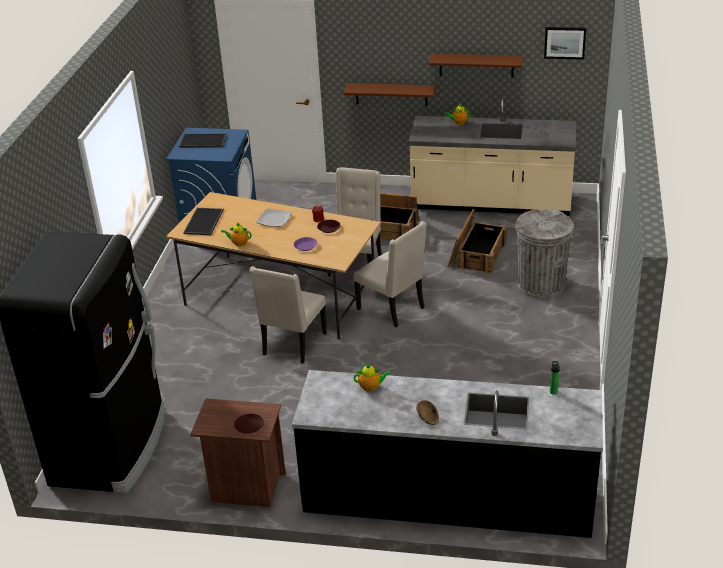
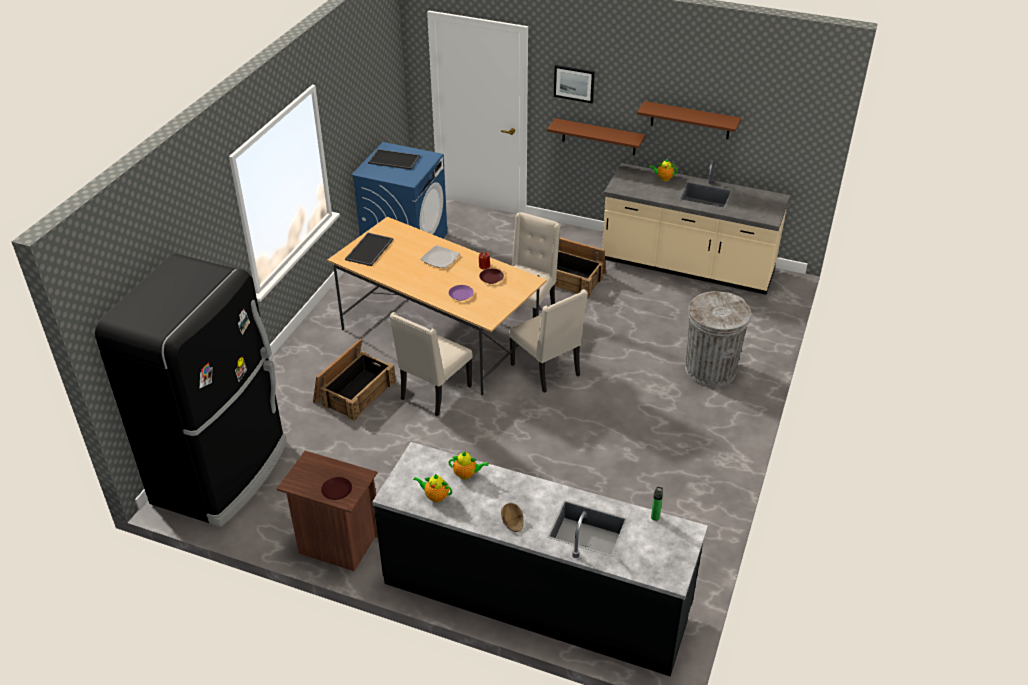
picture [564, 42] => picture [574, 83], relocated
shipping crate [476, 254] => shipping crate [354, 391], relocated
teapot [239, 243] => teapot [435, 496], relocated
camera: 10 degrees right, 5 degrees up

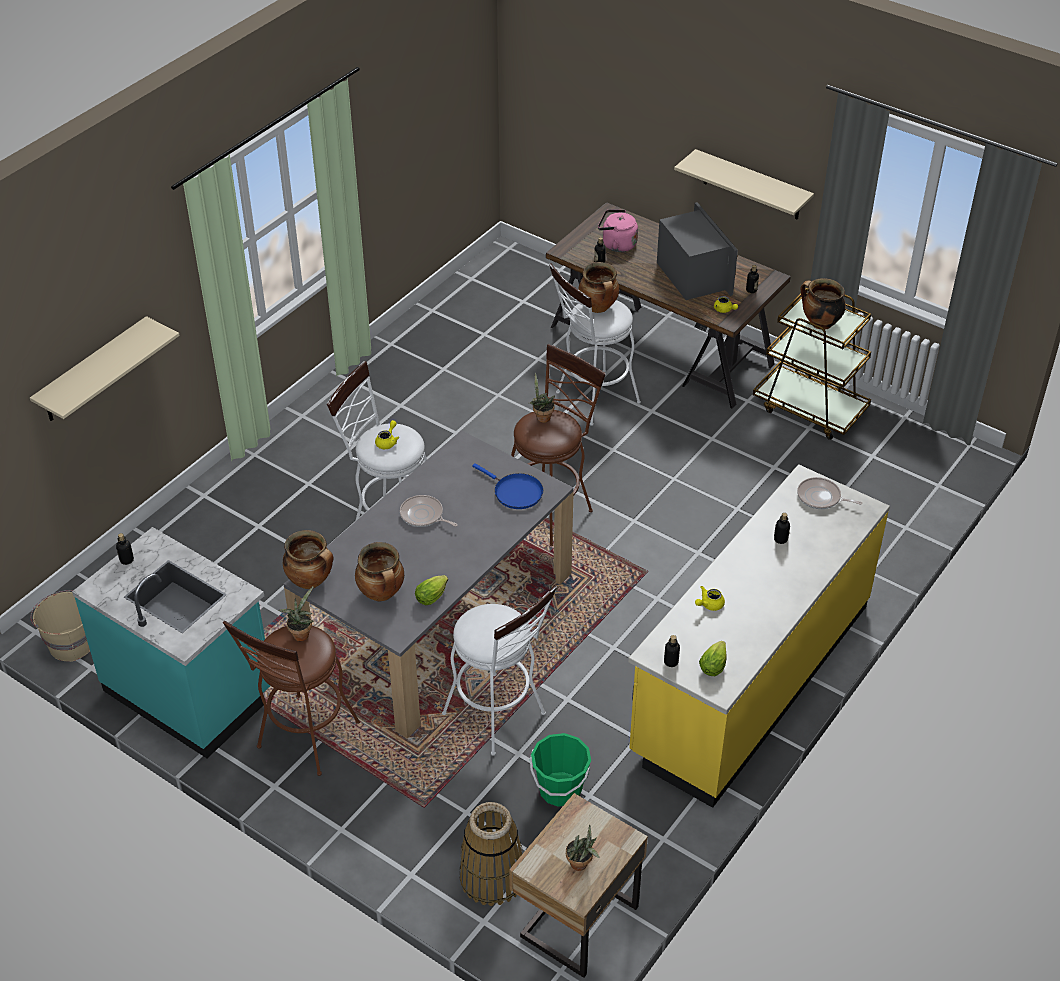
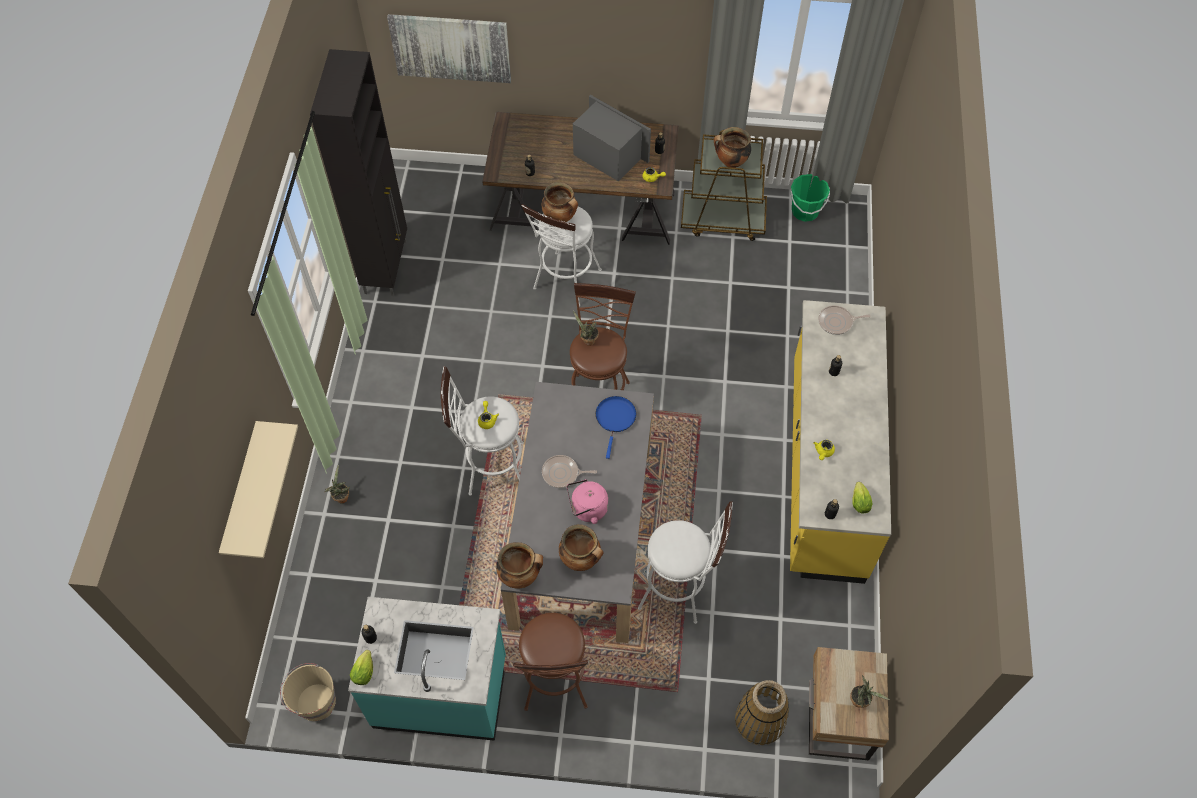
beige-coloured shelf [752, 185] => nothing
pink-coloured tea kettle [616, 244] => pink-coloured tea kettle [587, 509], relocated
bluish frying pan [515, 492] => bluish frying pan [615, 419], 90 degrees counterclockwise
lettuce head [433, 596] => lettuce head [364, 670], relocated
plant in a pot [301, 633] => plant in a pot [341, 497], relocated
green bucket [560, 789] => green bucket [805, 211], relocated
nothing => picture [451, 47]
nothing => black-coloured storage cabinet [386, 266]
camera: 30 degrees left, 15 degrees up

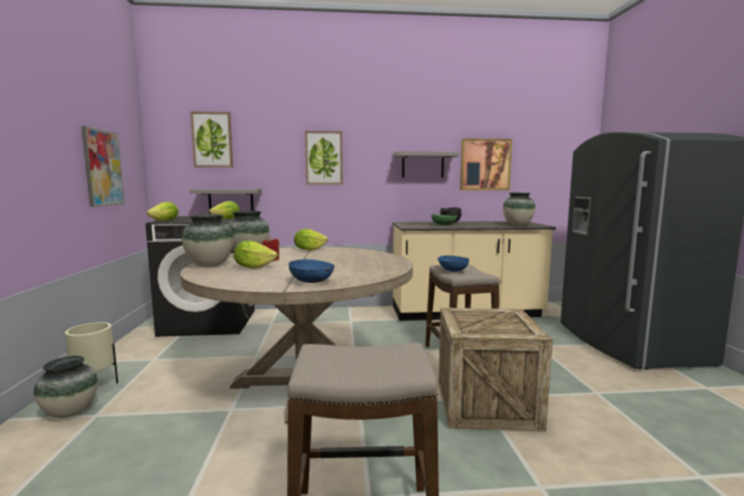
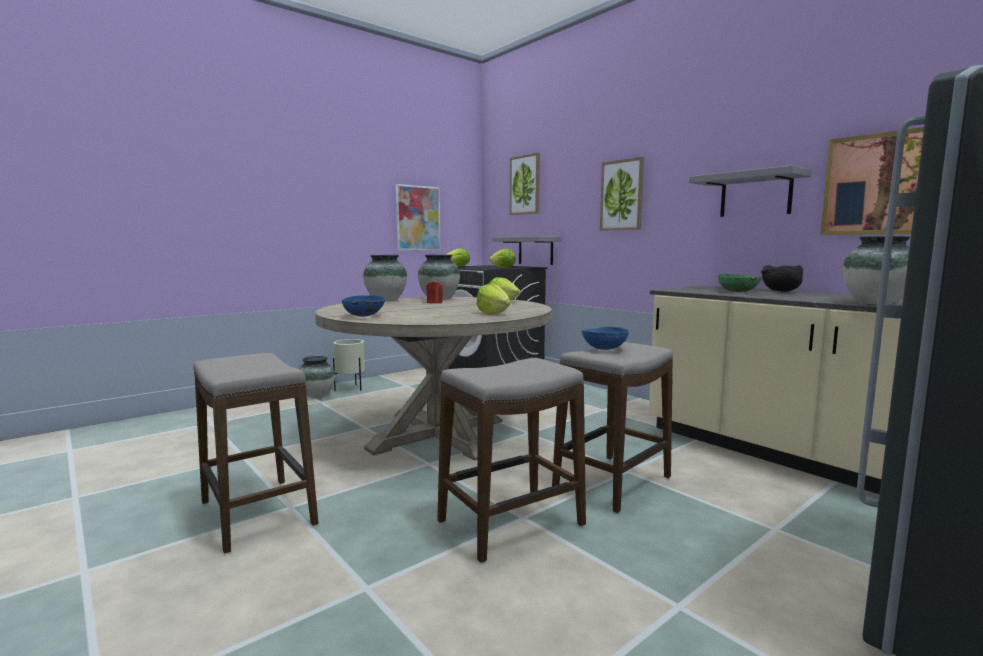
lettuce head [253, 267] => lettuce head [493, 313], relocated
shipping crate [486, 404] => sitting stool [511, 523]
camera: 55 degrees right, 0 degrees up

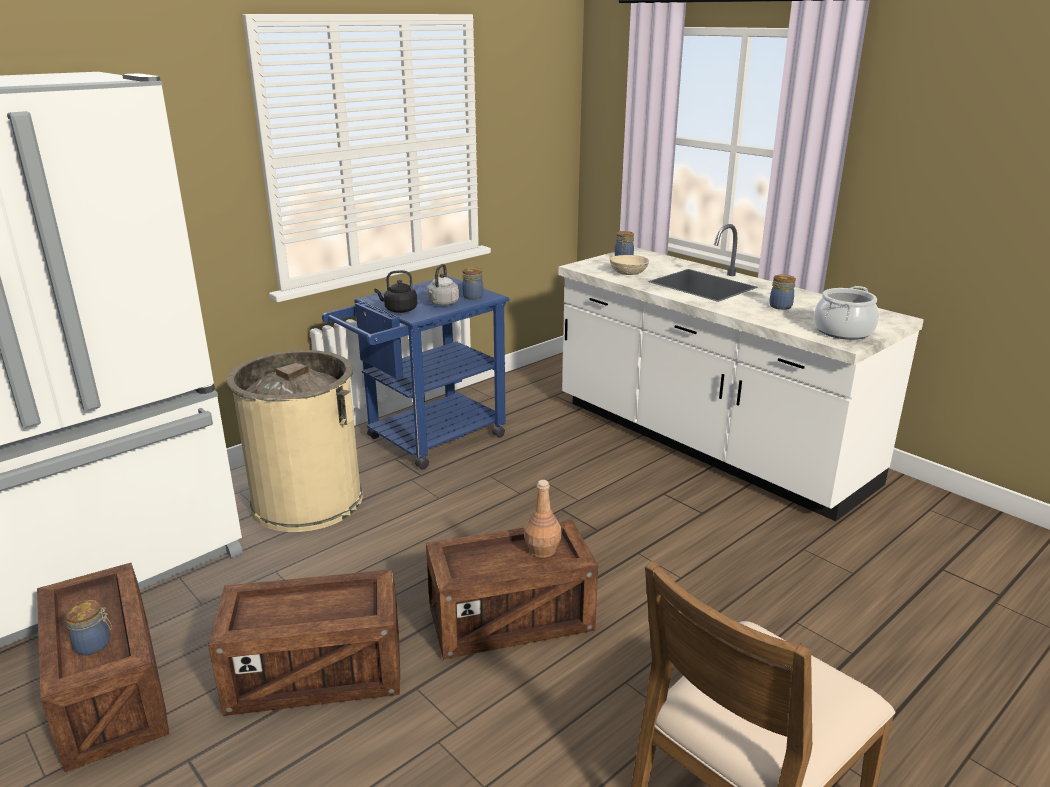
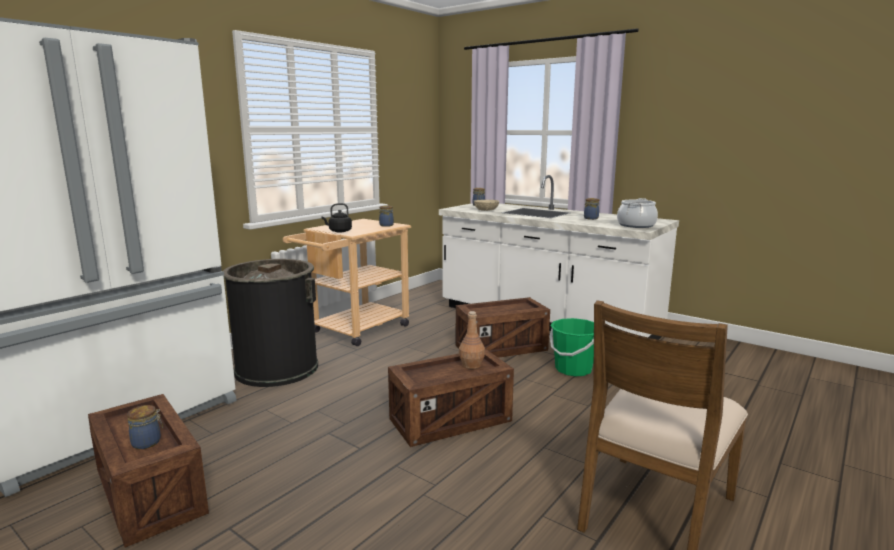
grey tea kettle [442, 304] => nothing
bluish trolley [426, 440] => beige-coloured trolley [354, 331]
beige-coloured trash can [307, 500] => black-coloured trash can [277, 368]
shipping crate [315, 674] => shipping crate [501, 348], relocated
nothing => green bucket [573, 369]
camera: 10 degrees left, 10 degrees down

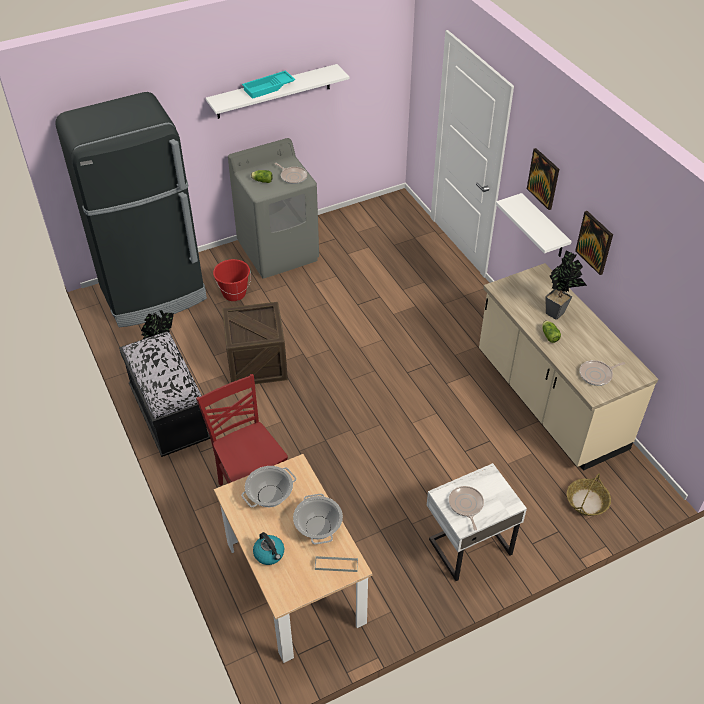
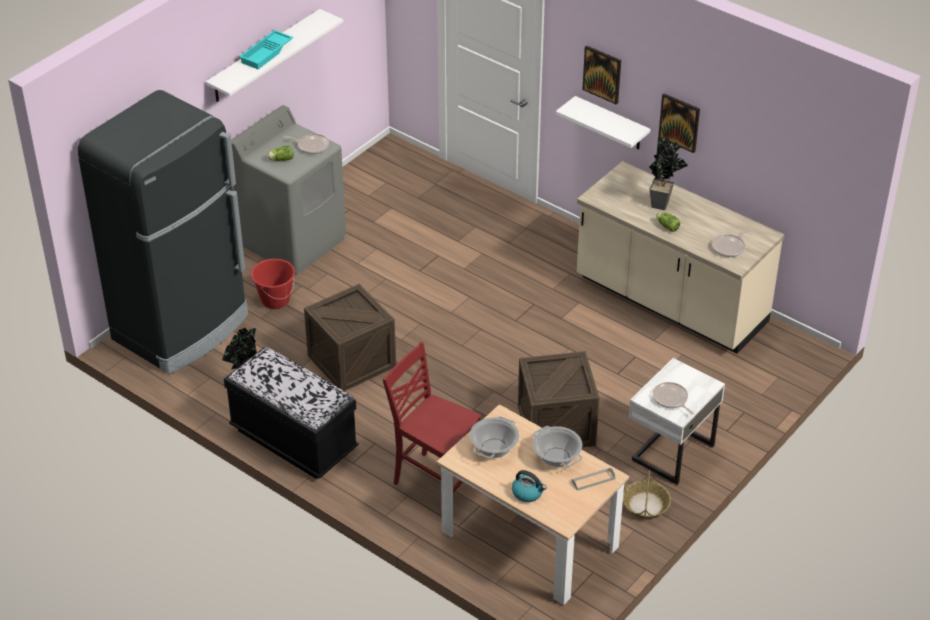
basket [587, 502] => basket [646, 505], relocated
nothing => shipping crate [556, 425]
camera: 25 degrees left, 5 degrees down

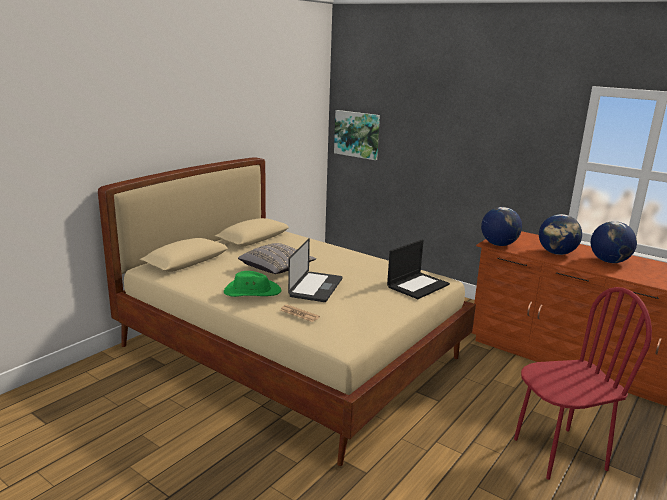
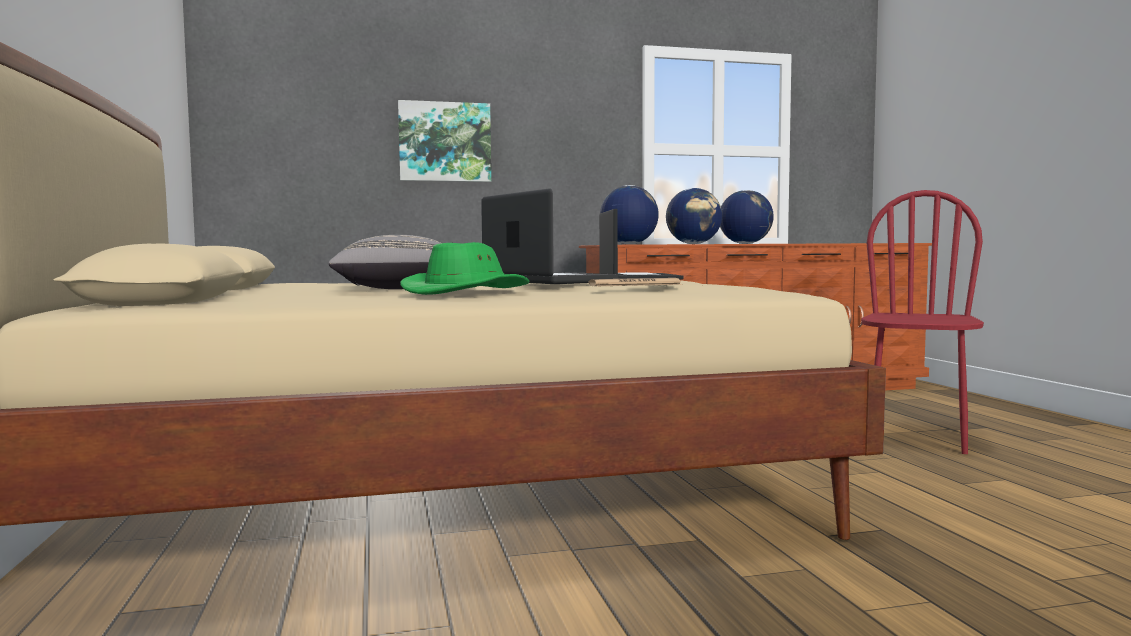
picture [357, 134] => picture [445, 142], relocated
camera: 50 degrees left, 15 degrees down

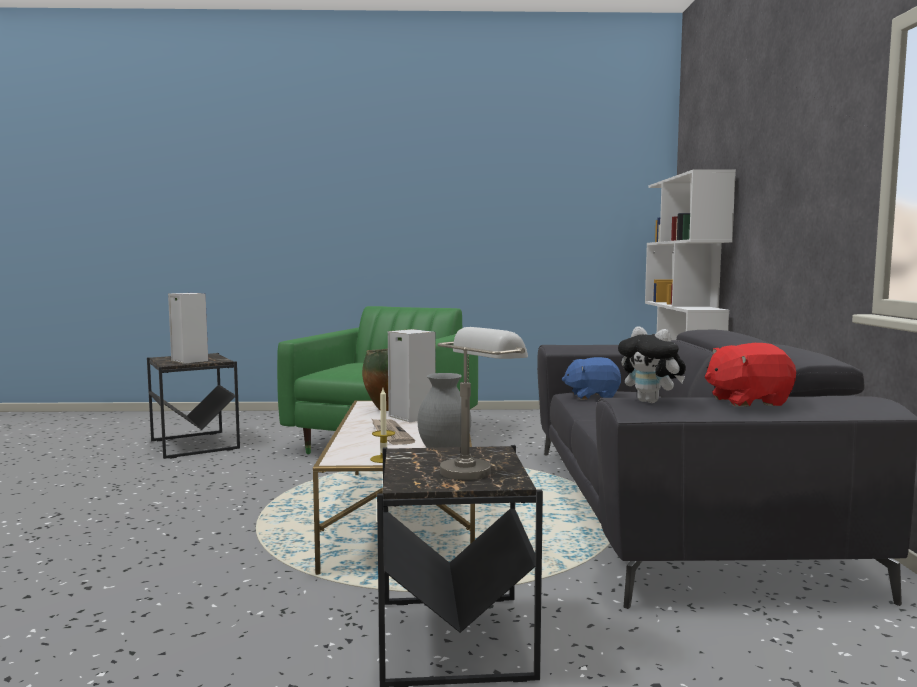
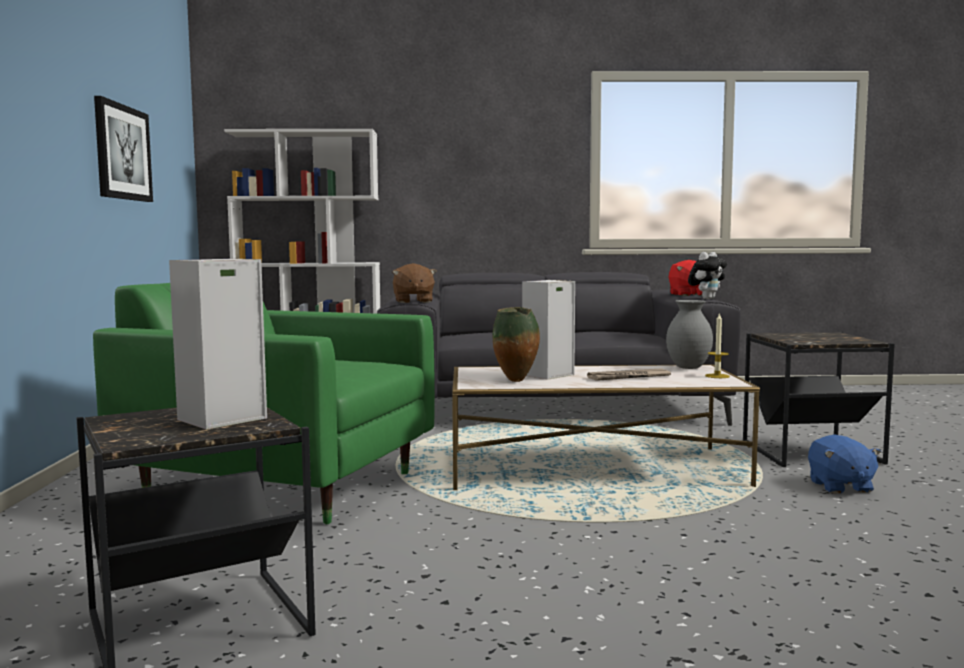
grey lamp for a table [477, 468] => nothing
bluish cuddly toy [592, 396] => bluish cuddly toy [840, 486], relocated
nothing => picture [122, 152]
nothing => brownish cuddly toy [413, 301]
camera: 90 degrees left, 0 degrees up

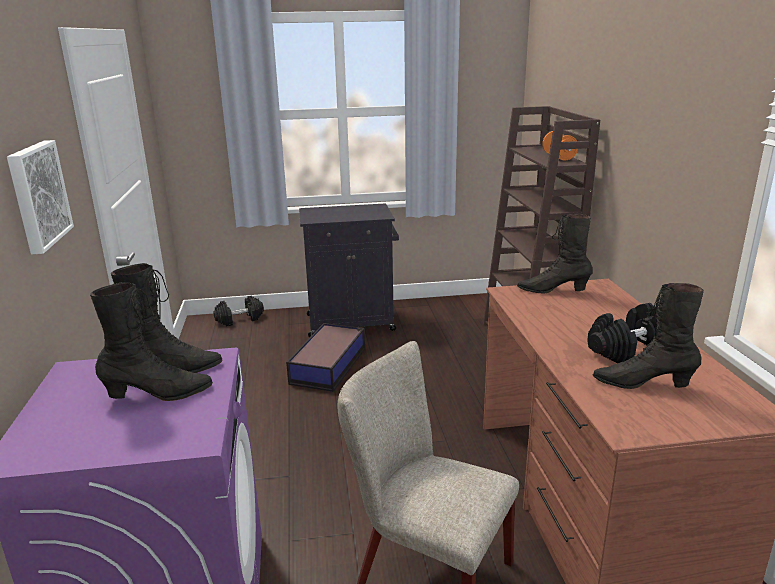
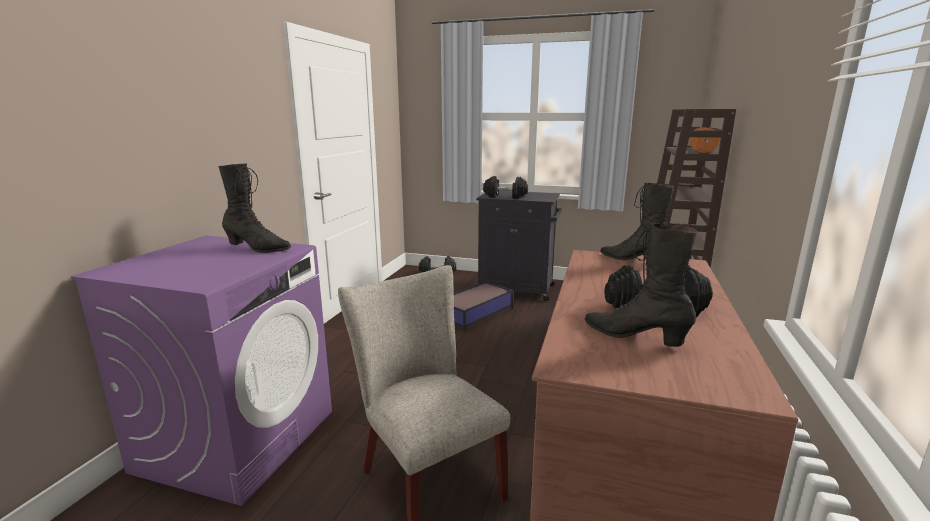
picture [37, 195] => nothing
black-coloured tall boot [158, 394] => nothing
nothing => black-coloured free weight [505, 196]
camera: 25 degrees right, 5 degrees down

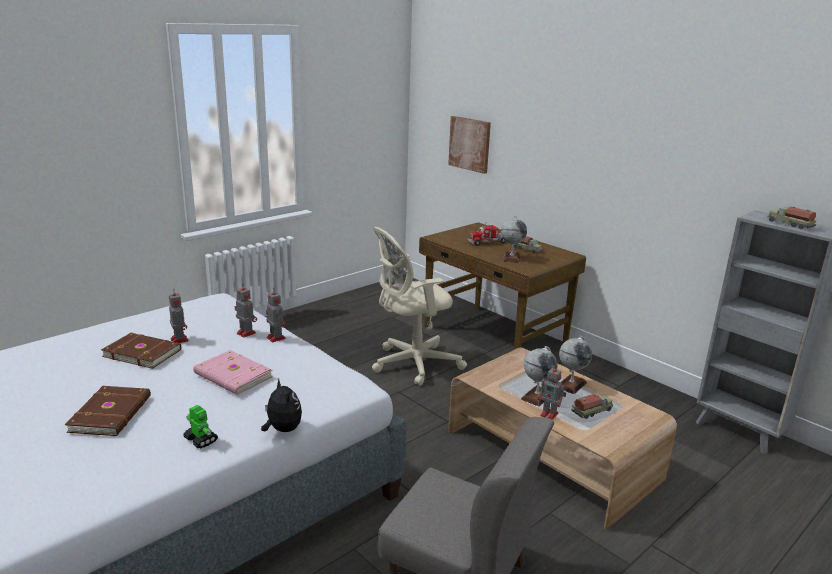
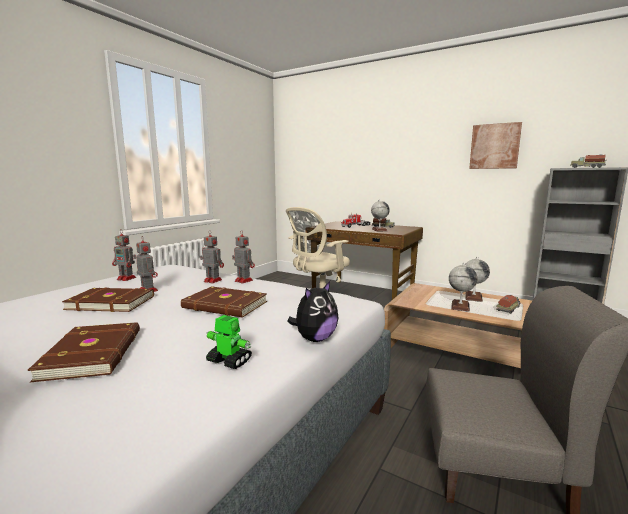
picture [470, 144] => picture [494, 146], relocated
pink-coloured bound book [232, 376] => brownish bound book [225, 305]
model robot [550, 414] => model robot [127, 278], relocated
cuddly toy [282, 429] => cuddly toy [315, 339], 90 degrees clockwise
camera: 15 degrees left, 10 degrees down

